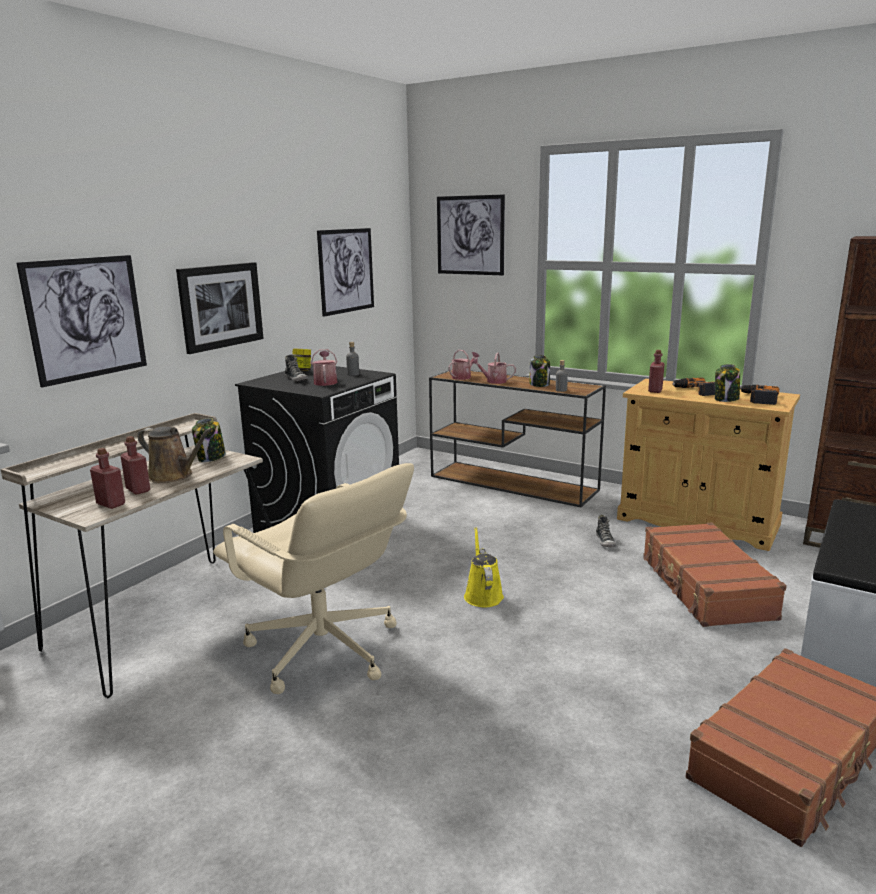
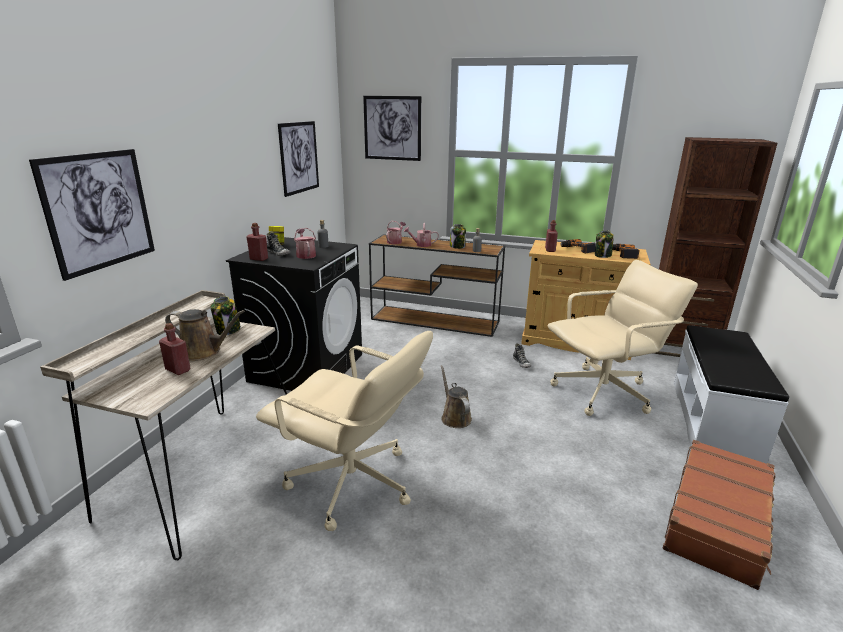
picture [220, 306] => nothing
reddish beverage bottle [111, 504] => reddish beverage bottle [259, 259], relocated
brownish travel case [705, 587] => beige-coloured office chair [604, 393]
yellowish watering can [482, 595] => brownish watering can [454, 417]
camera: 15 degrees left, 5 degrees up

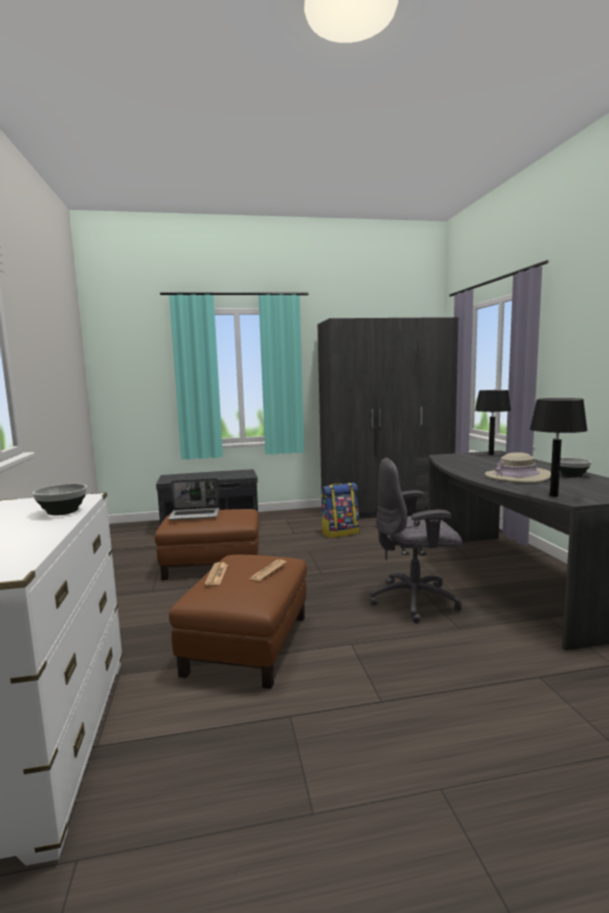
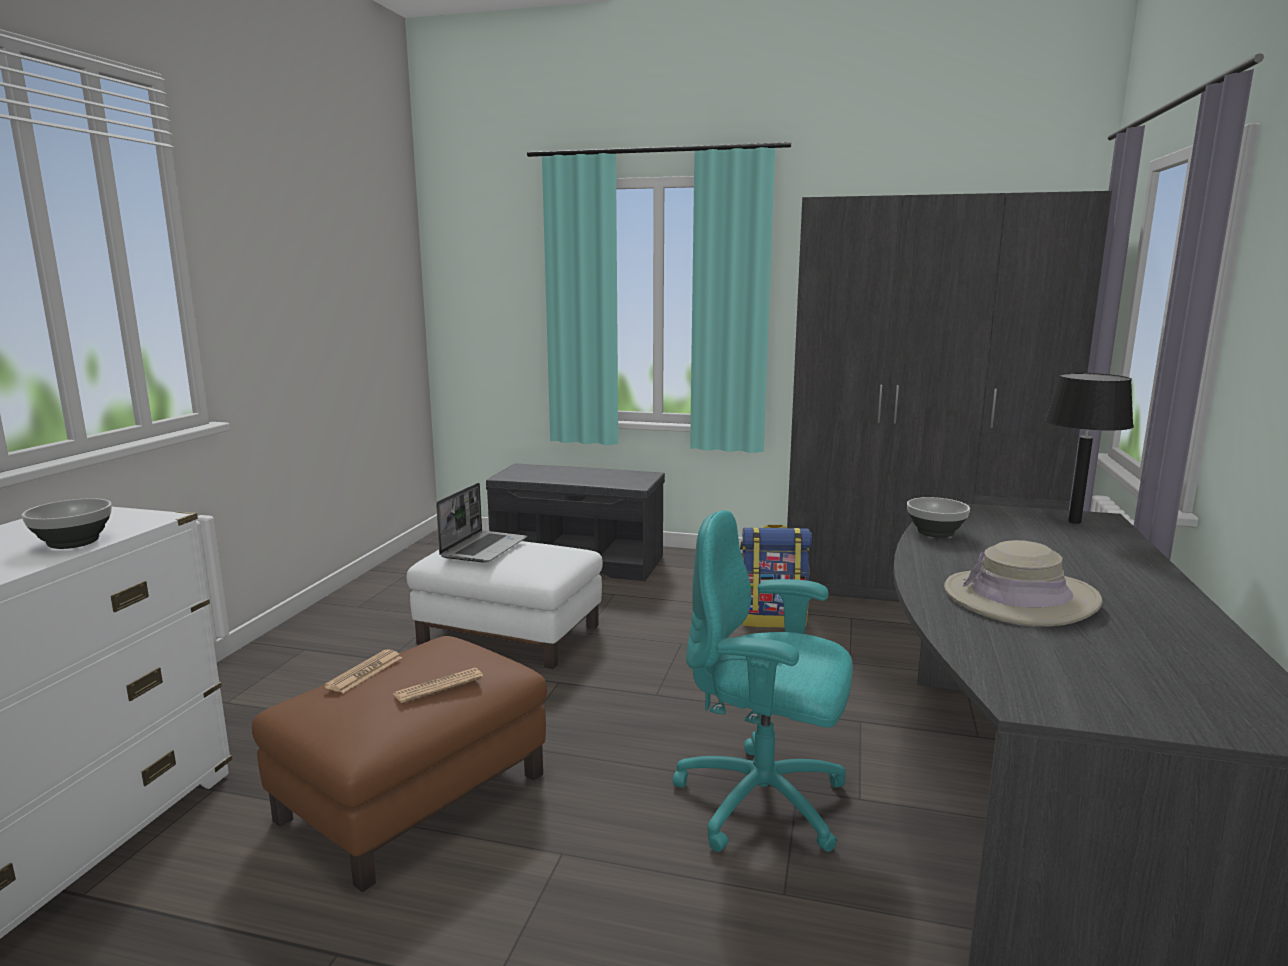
black-coloured lamp for a table [554, 495] => nothing
grey office chair [416, 601] => turquoise office chair [764, 802]
serving bowl [572, 475] => serving bowl [936, 533], relocated
laptop [195, 515] => laptop [484, 548], 90 degrees counterclockwise
brownish pouffe [212, 564] => white pouffe [510, 634]
camera: 25 degrees right, 5 degrees up

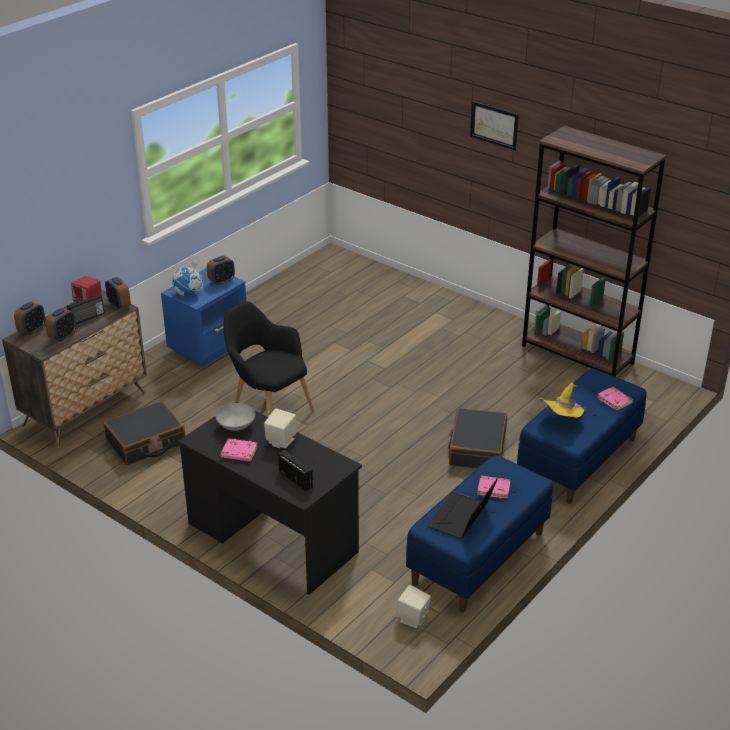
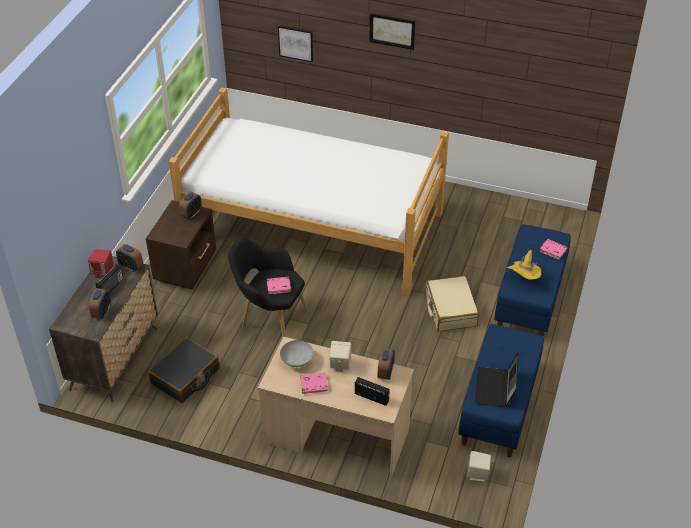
brownish shelving unit [577, 354] => nothing
globe [188, 294] => nothing
bluish bedside table [210, 346] => brownish bedside table [187, 268]
table clock [32, 330] => table clock [385, 372], relocated
black-coloured desk unit [272, 537] => beige-coloured desk unit [336, 436]
black-coloured travel case [477, 448] => beige-coloured travel case [450, 310]
pink-coloured bound book [494, 489] => pink-coloured bound book [279, 286], relocated
nothing => picture [296, 42]
nothing => bedroom bed [313, 226]
camera: 20 degrees left, 10 degrees up

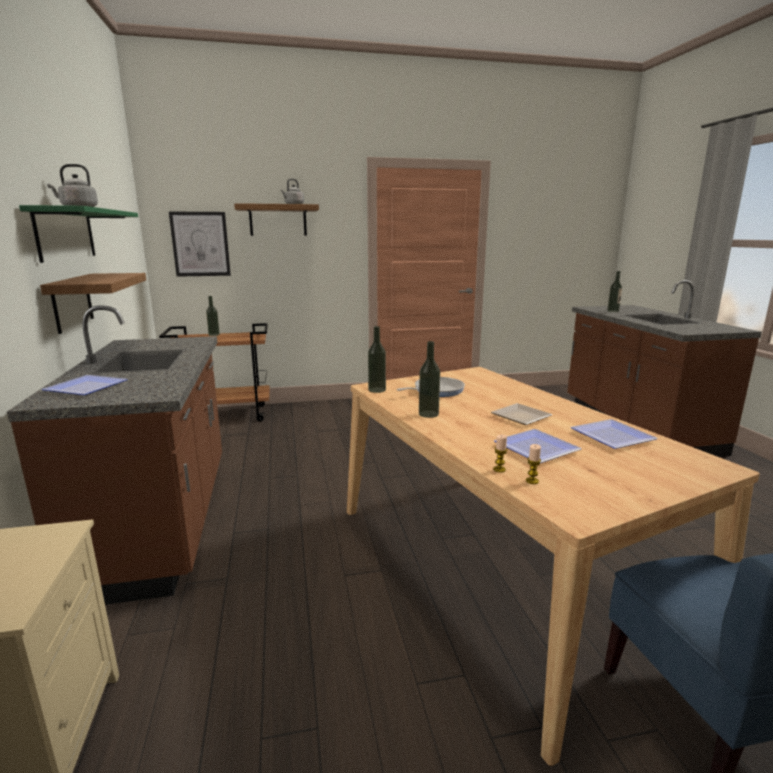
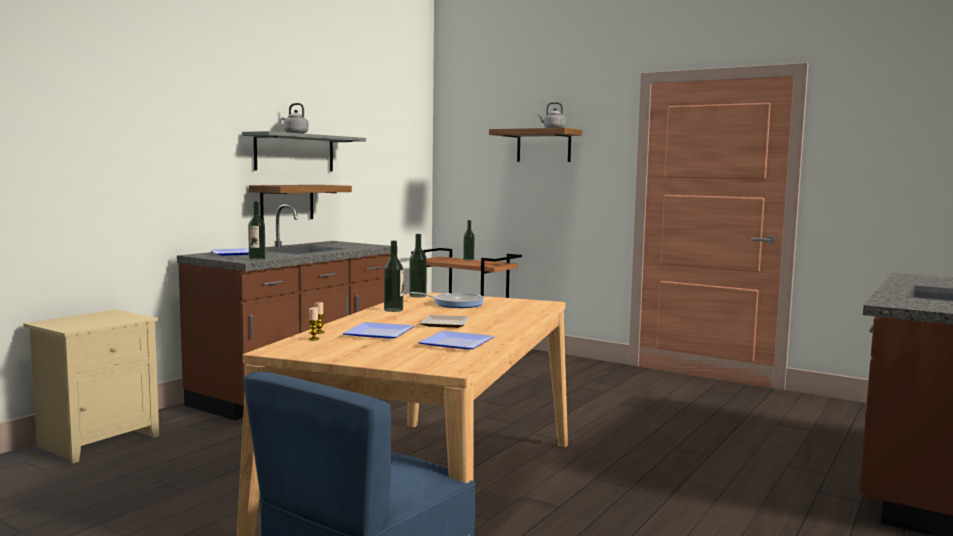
green shelf [65, 234] => grey shelf [295, 153]
picture [200, 244] => nothing
beverage bottle [613, 311] => beverage bottle [257, 259], relocated
camera: 45 degrees right, 10 degrees down

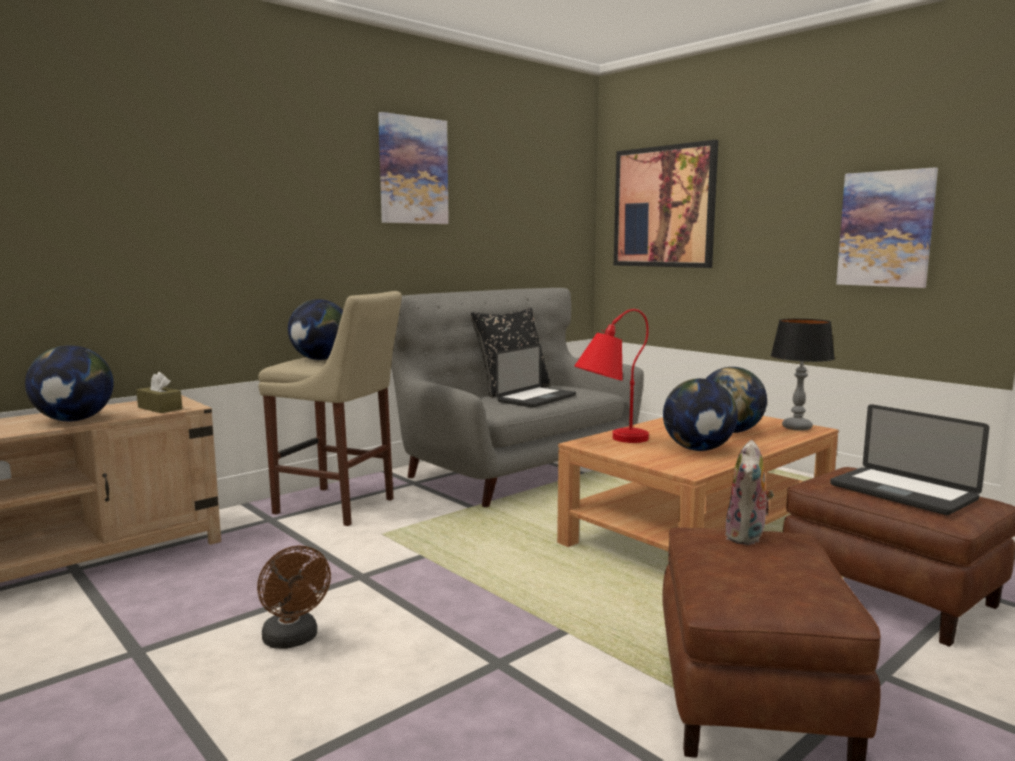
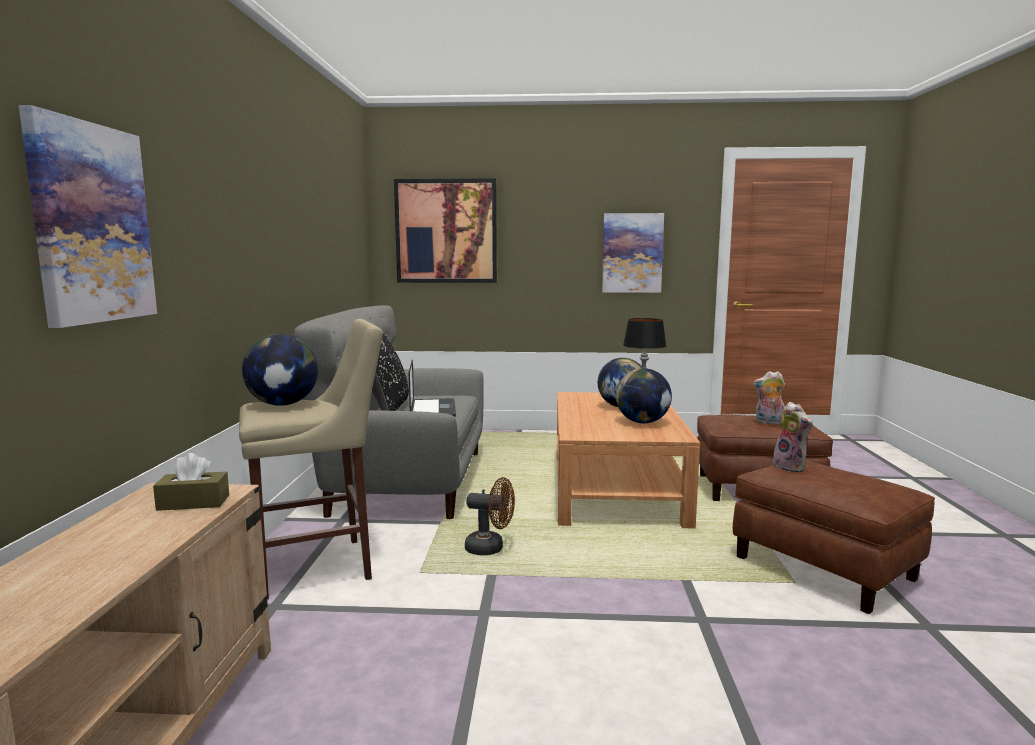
picture [413, 171] => picture [91, 224], relocated
reddish lamp for a table [609, 441] => nothing
globe [74, 420] => nothing
laptop [902, 492] => cuddly toy [768, 422]
brownish electric fan [293, 640] => brownish electric fan [490, 548], relocated
camera: 45 degrees left, 0 degrees up

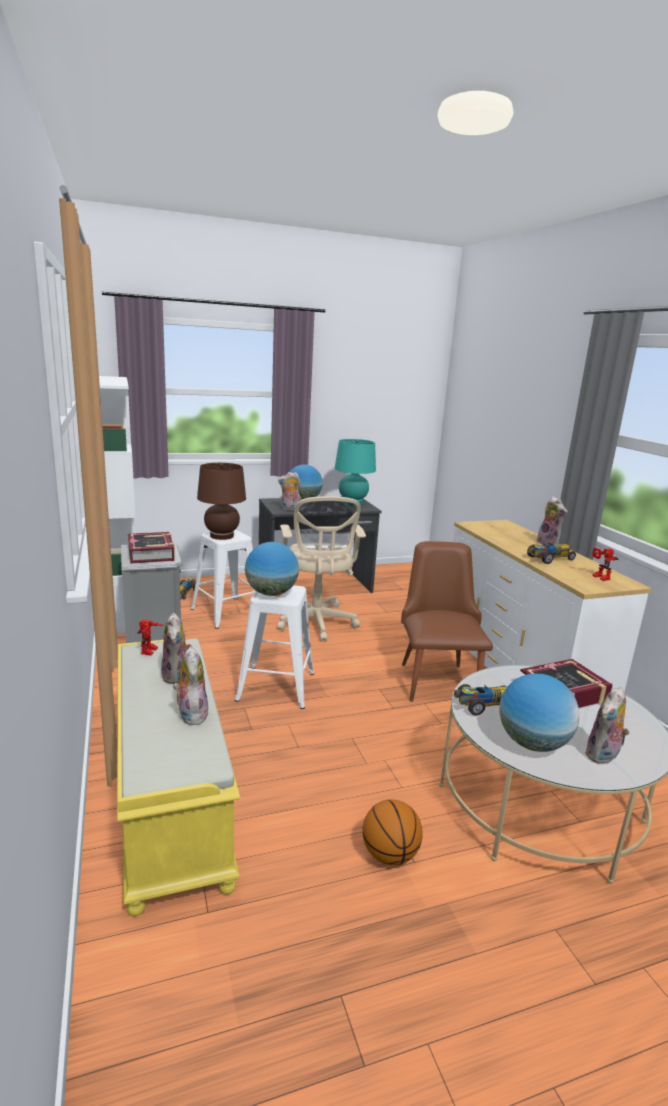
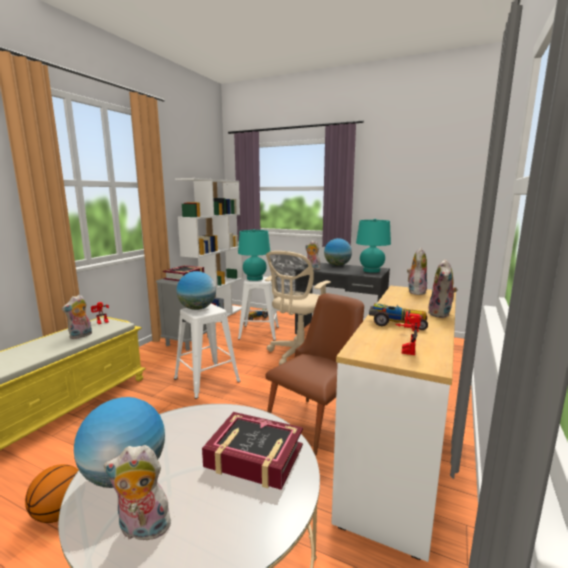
brownish lamp for a table [222, 536] => turquoise lamp for a table [254, 278]
cuddly toy [191, 714] => cuddly toy [415, 292], relocated
model car [484, 705] => nothing
camera: 45 degrees right, 5 degrees down

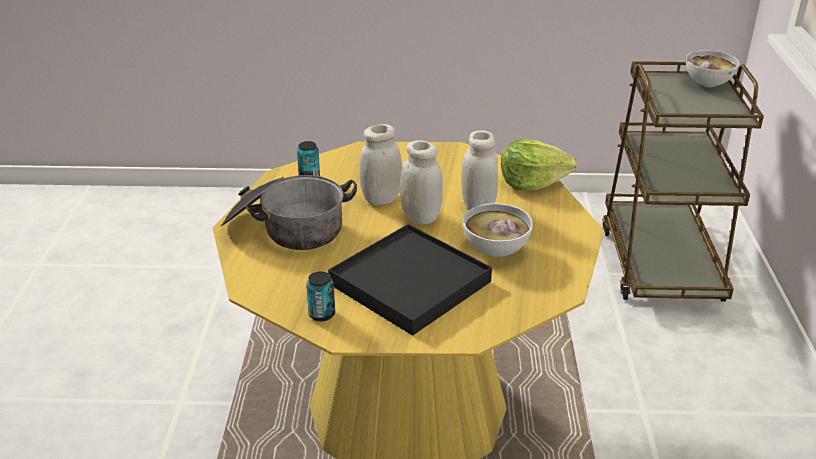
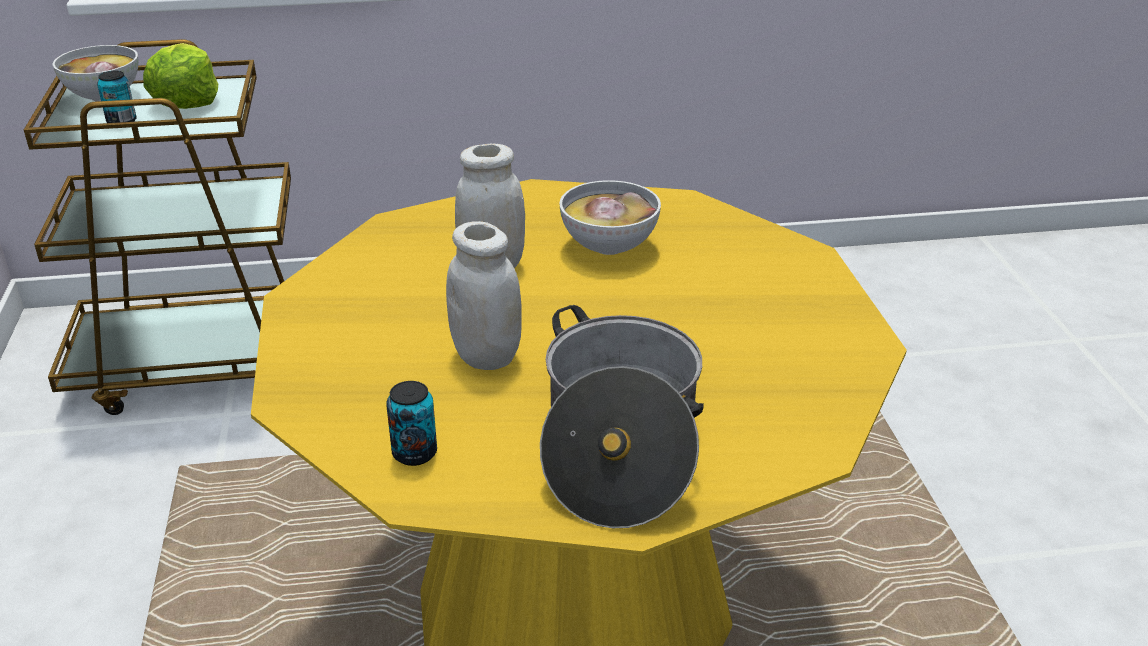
lettuce head [532, 182] => lettuce head [186, 100], relocated
white preserve jar [420, 217] => nothing
black-coloured carrying tray [409, 283] => nothing
can [322, 314] => can [122, 122], relocated
camera: 100 degrees left, 0 degrees up

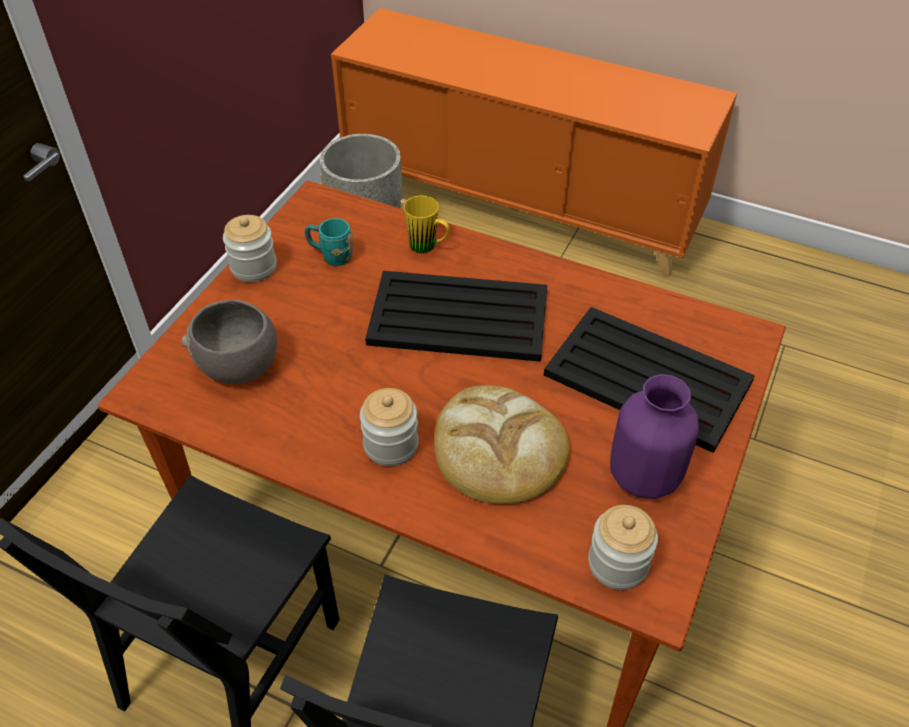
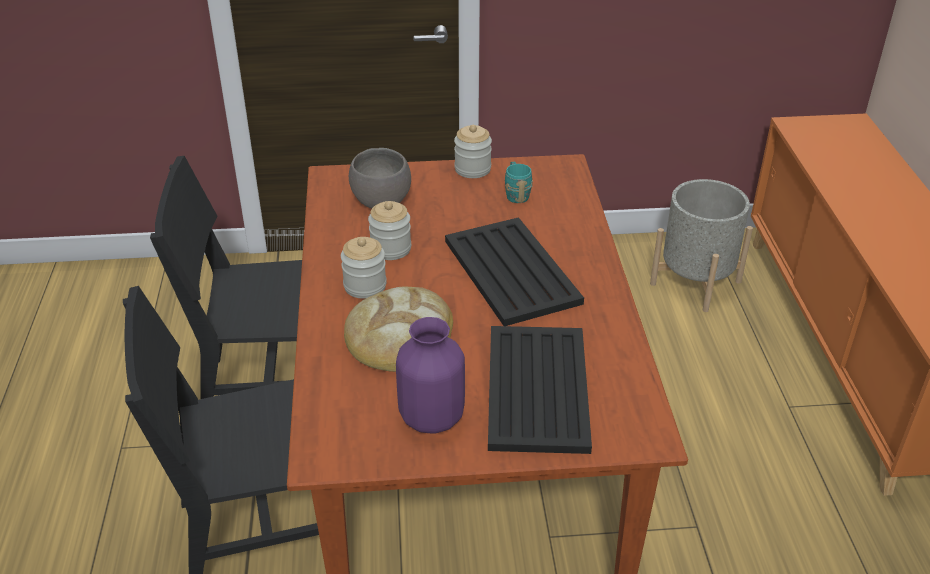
yellowish tea mug [428, 247] => nothing
preserve jar [618, 563] => preserve jar [391, 249], relocated
camera: 60 degrees right, 10 degrees down

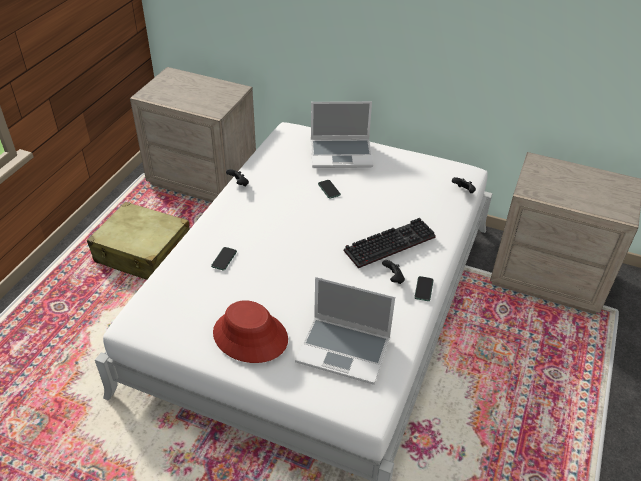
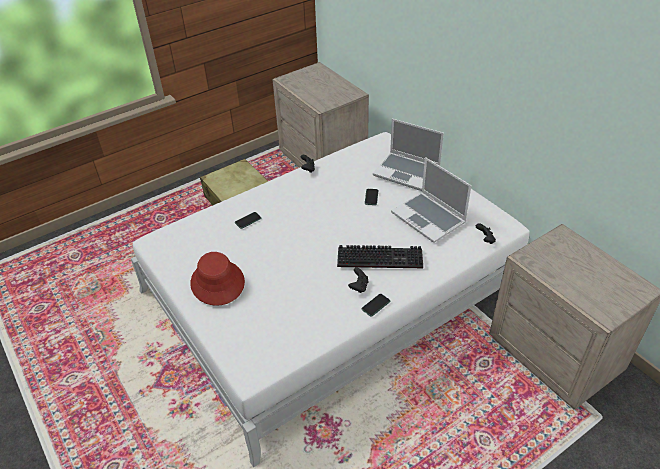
laptop [345, 350] => laptop [429, 218], relocated
camera: 35 degrees right, 0 degrees up

